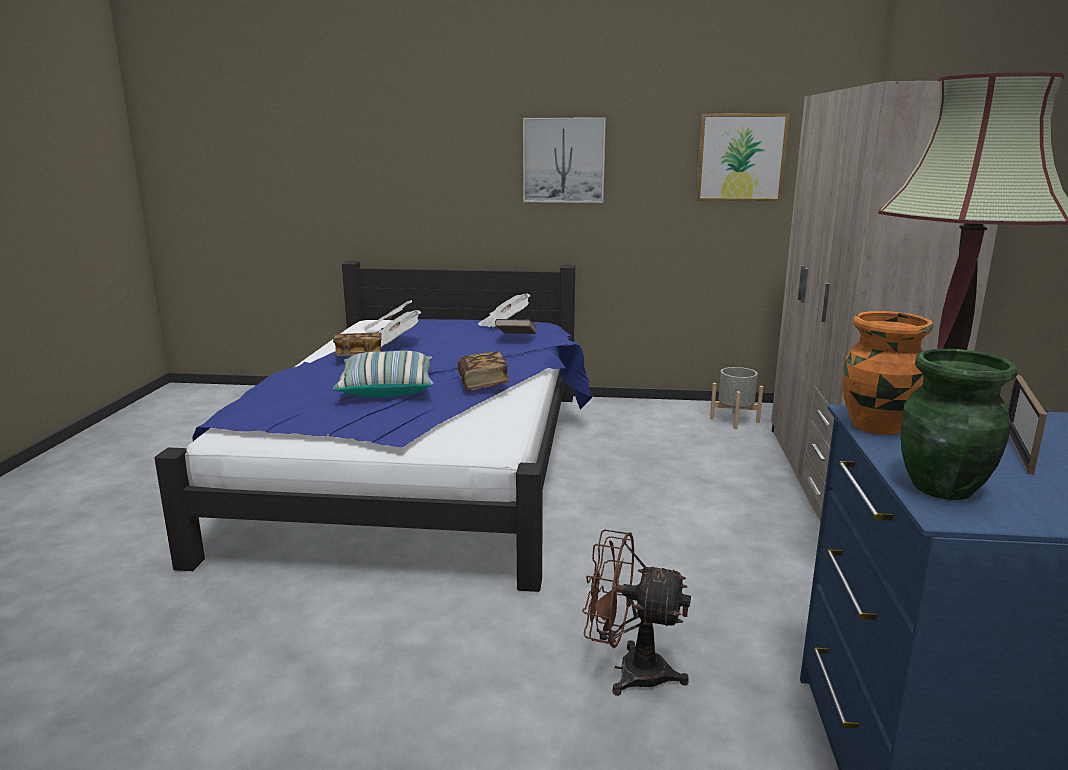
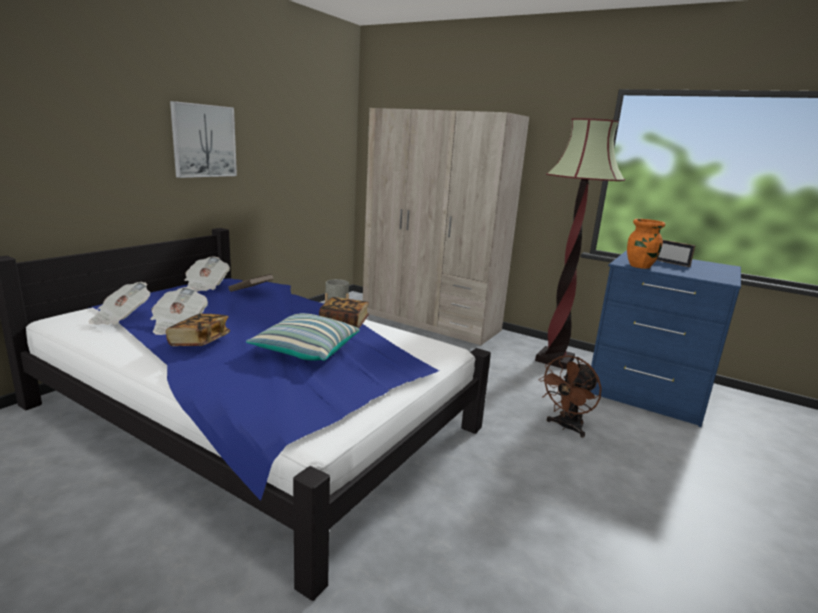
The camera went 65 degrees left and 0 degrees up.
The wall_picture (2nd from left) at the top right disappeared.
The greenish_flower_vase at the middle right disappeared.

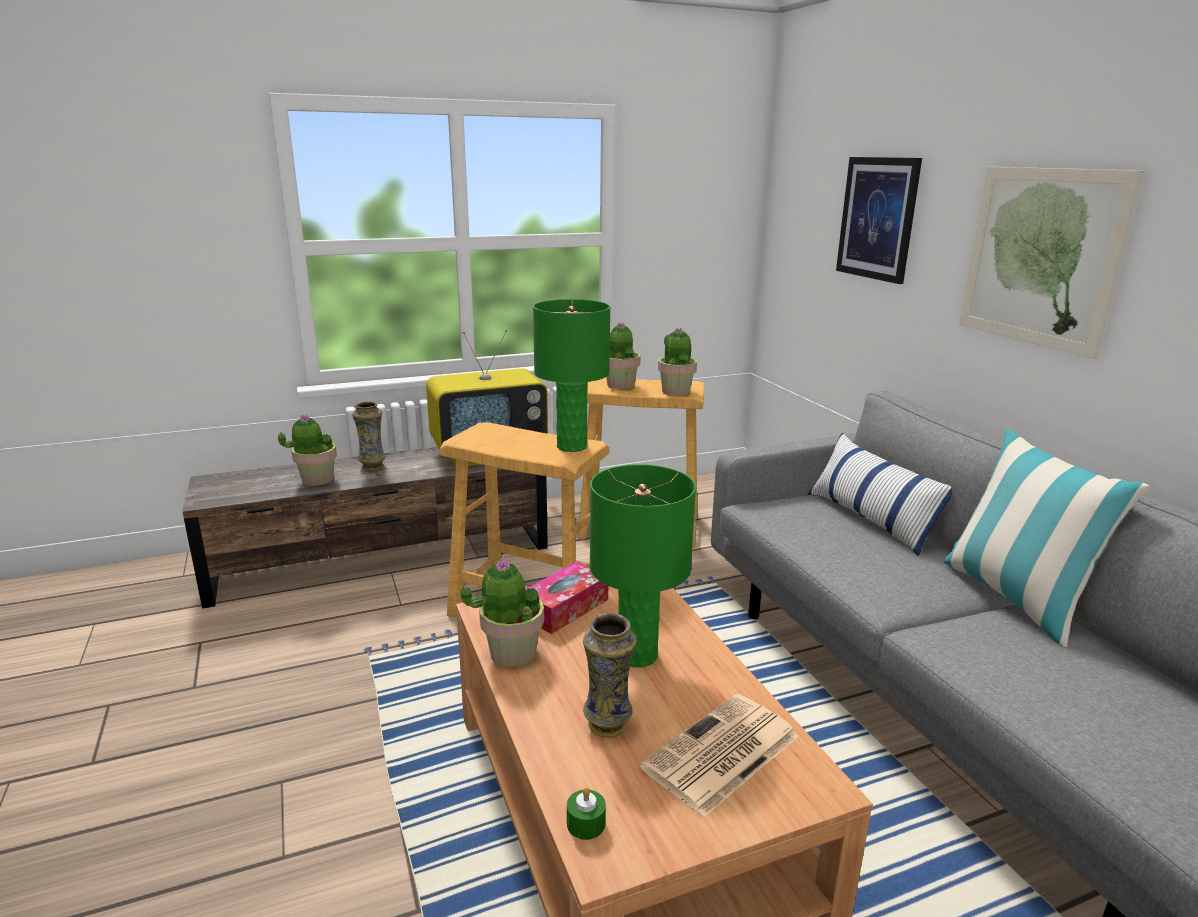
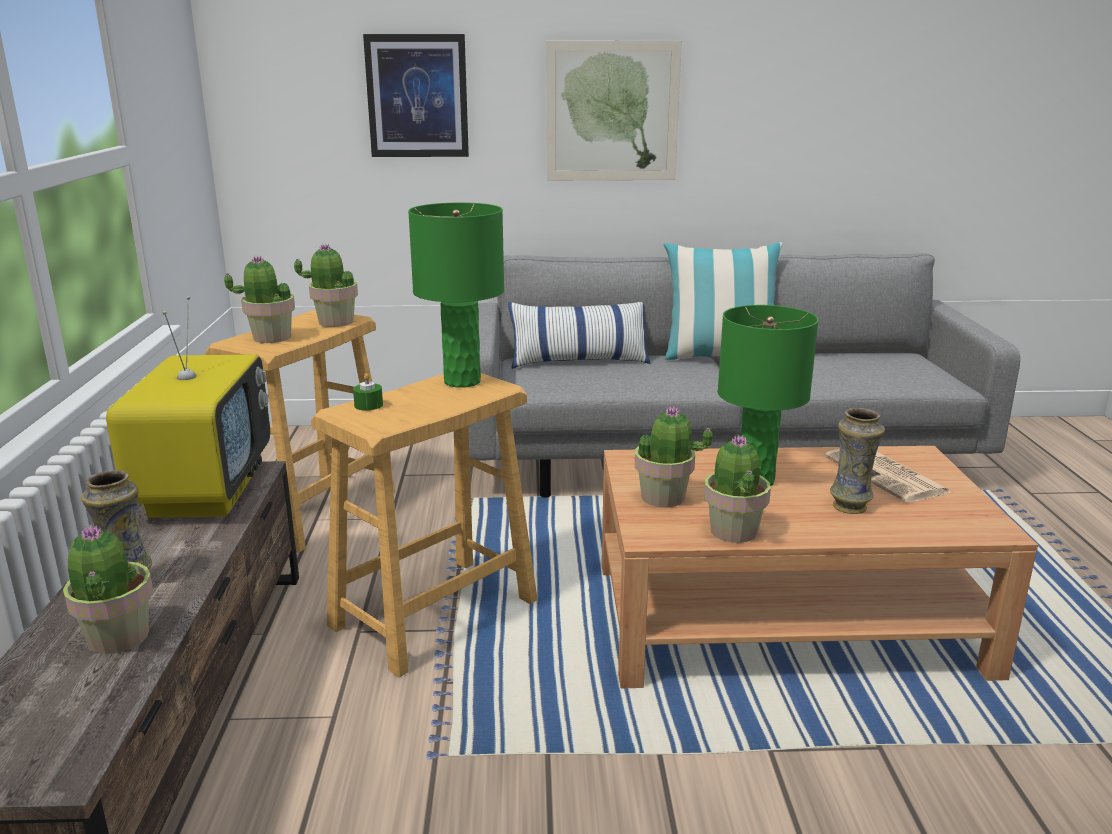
The camera went 70 degrees left and 0 degrees up.
The greenish_wax_candle moved from the bottom centre to the middle left.
The box_of_tissues at the centre was replaced by the potted_plant (4th from left) at the centre.

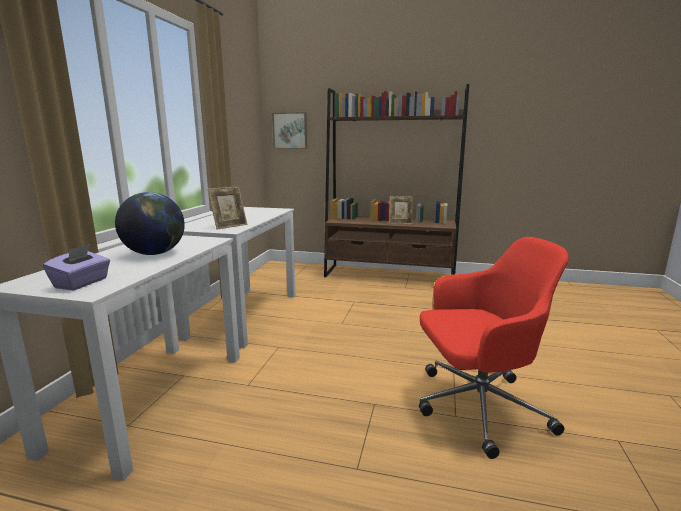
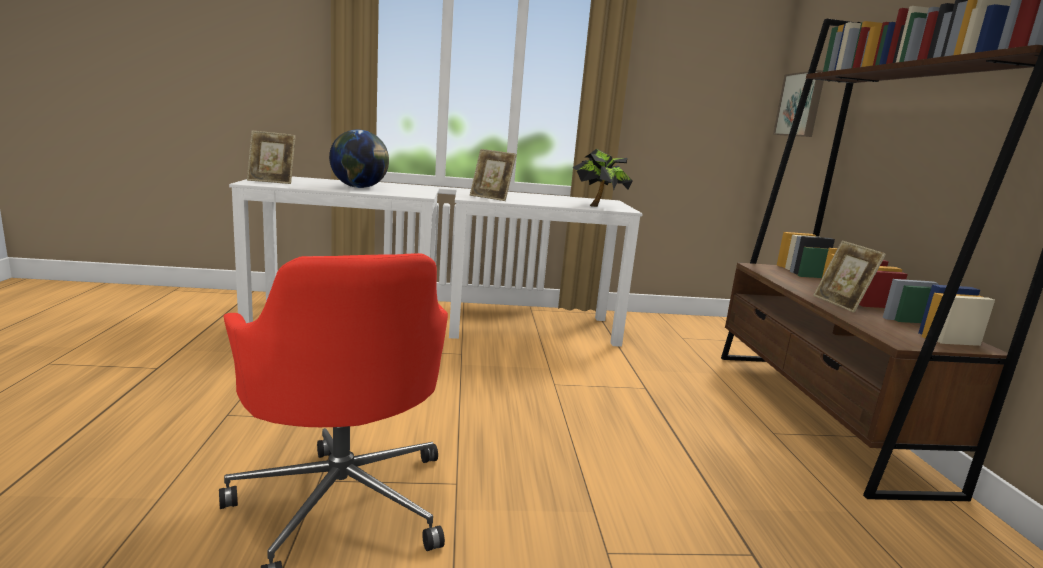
The camera went 70 degrees right and 0 degrees up.
The purple-coloured_box_of_tissues at the middle left was replaced by the photo_frame (1st from left) at the top left.
The potted_plant at the top centre appeared.

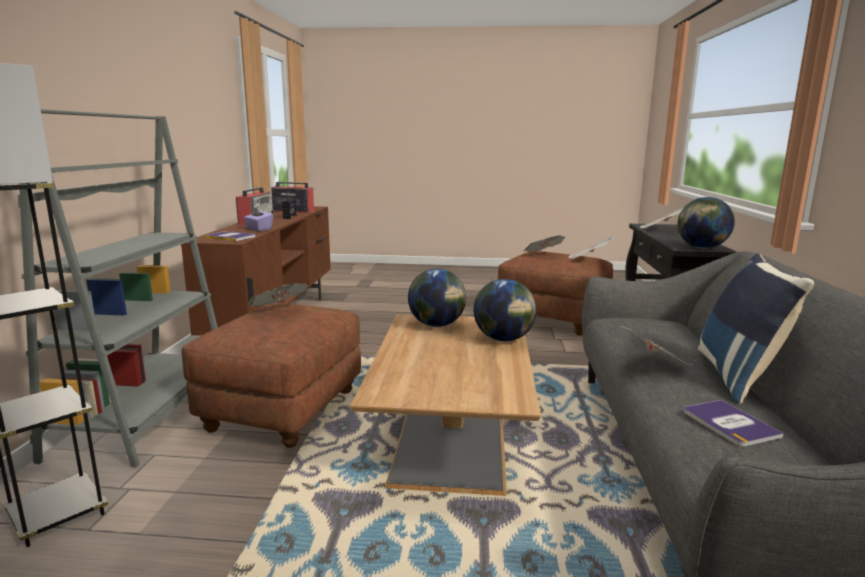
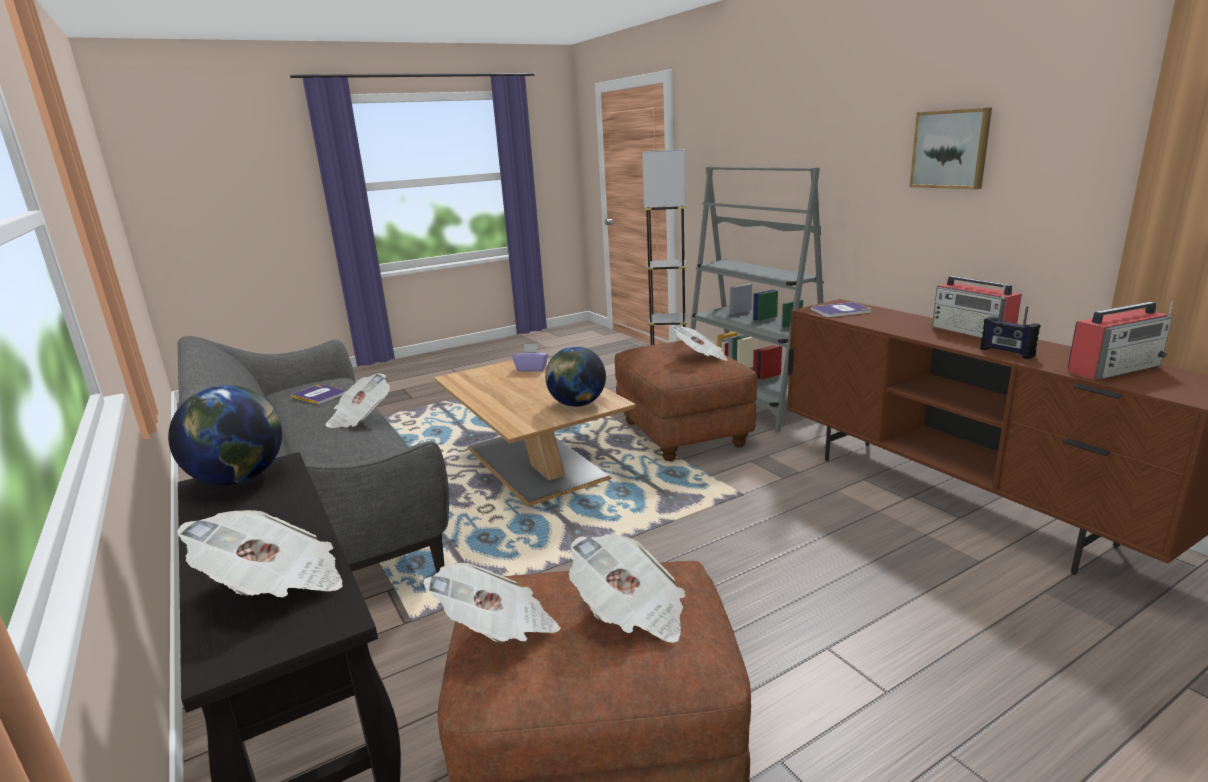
The camera went 145 degrees right and 5 degrees up.
The purple-coloured_box_of_tissues moved from the middle left to the centre.
The wall_picture at the top right appeared.
The world_globe (2nd from left) at the centre disappeared.
The bluish_throw_pillow at the middle right disappeared.

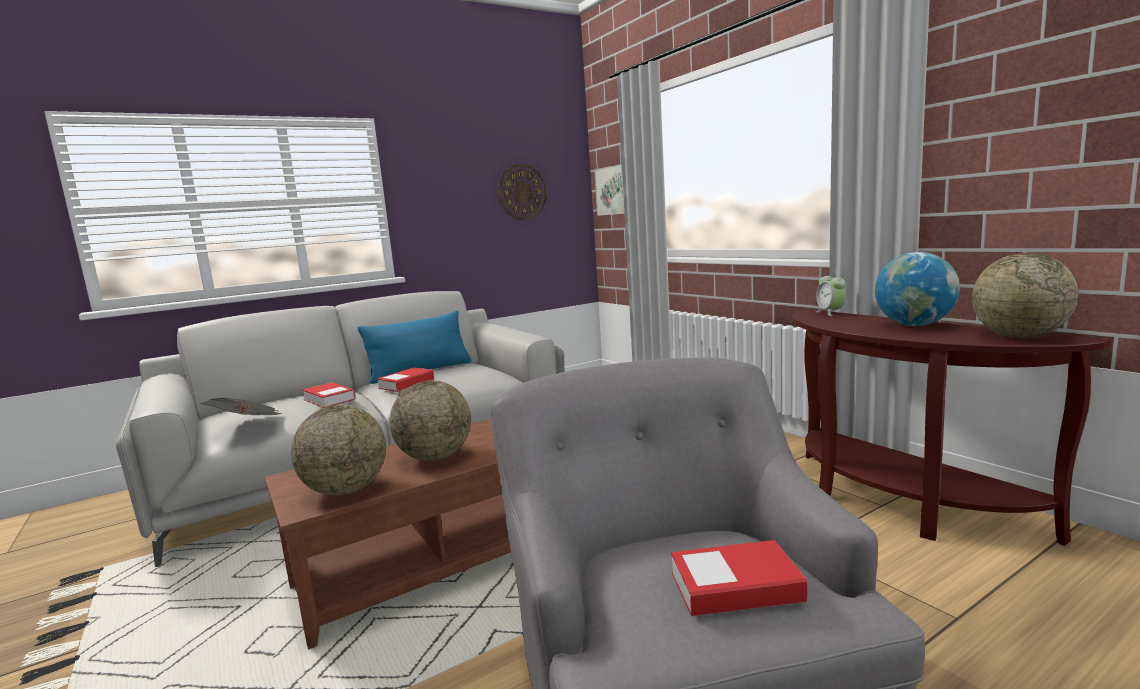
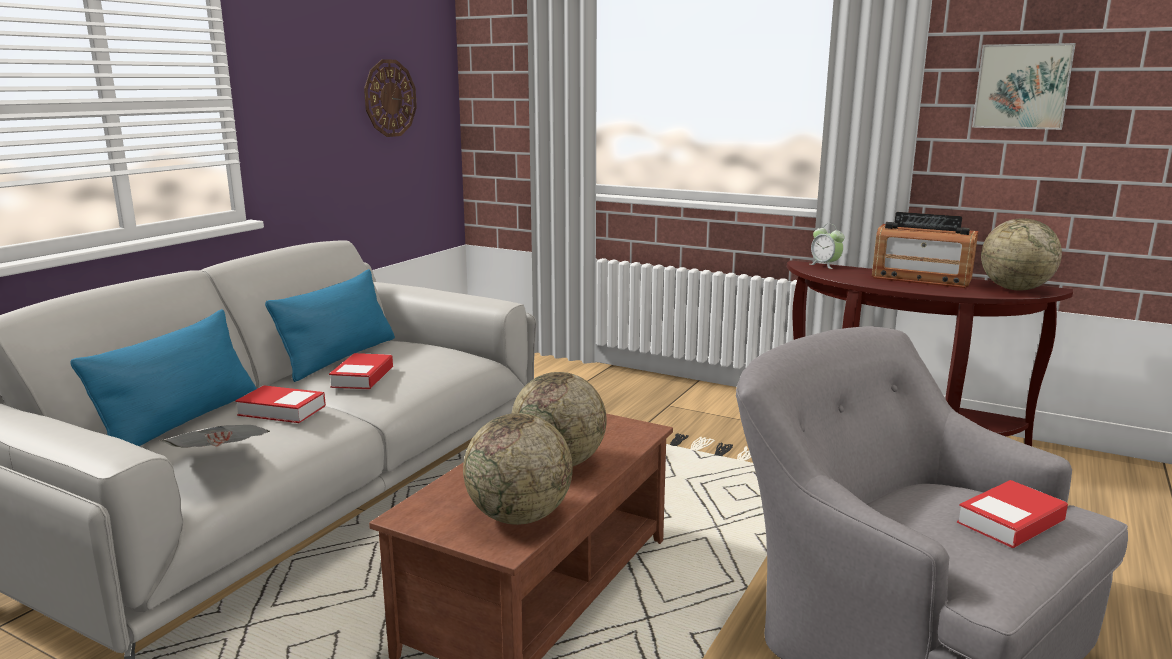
The camera went 30 degrees left and 5 degrees up.
The bluish_throw_pillow (1st from left) at the middle left appeared.
The world_globe (3rd from left) at the middle right was replaced by the radio_set at the middle right.
The wall_picture moved from the top centre to the top right.

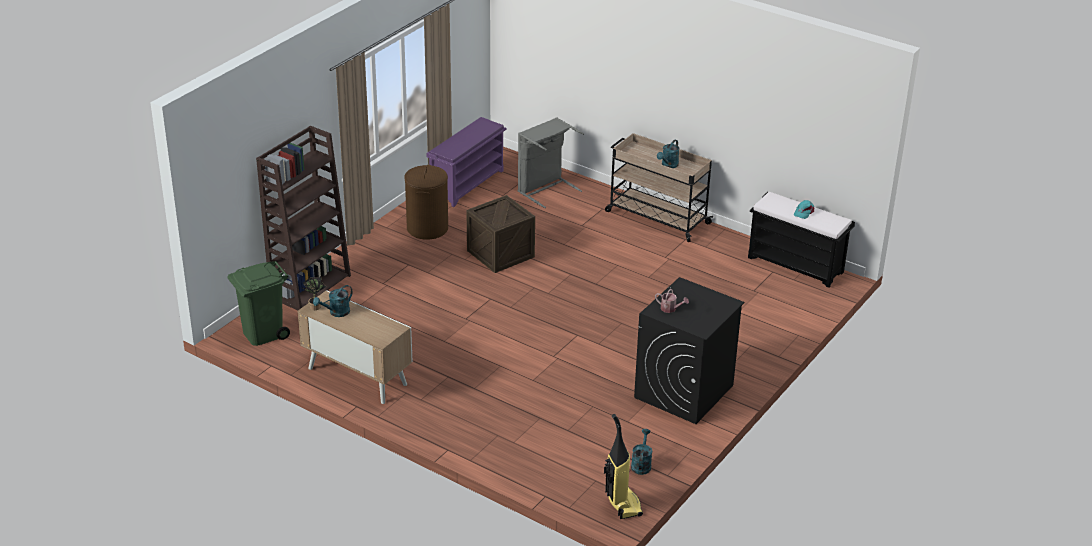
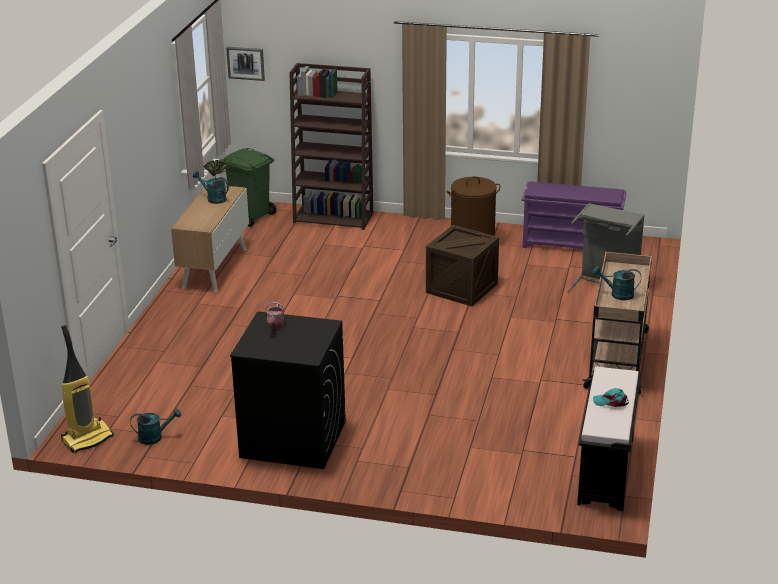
The camera went 70 degrees right and 5 degrees down.
The wall_picture at the top left appeared.

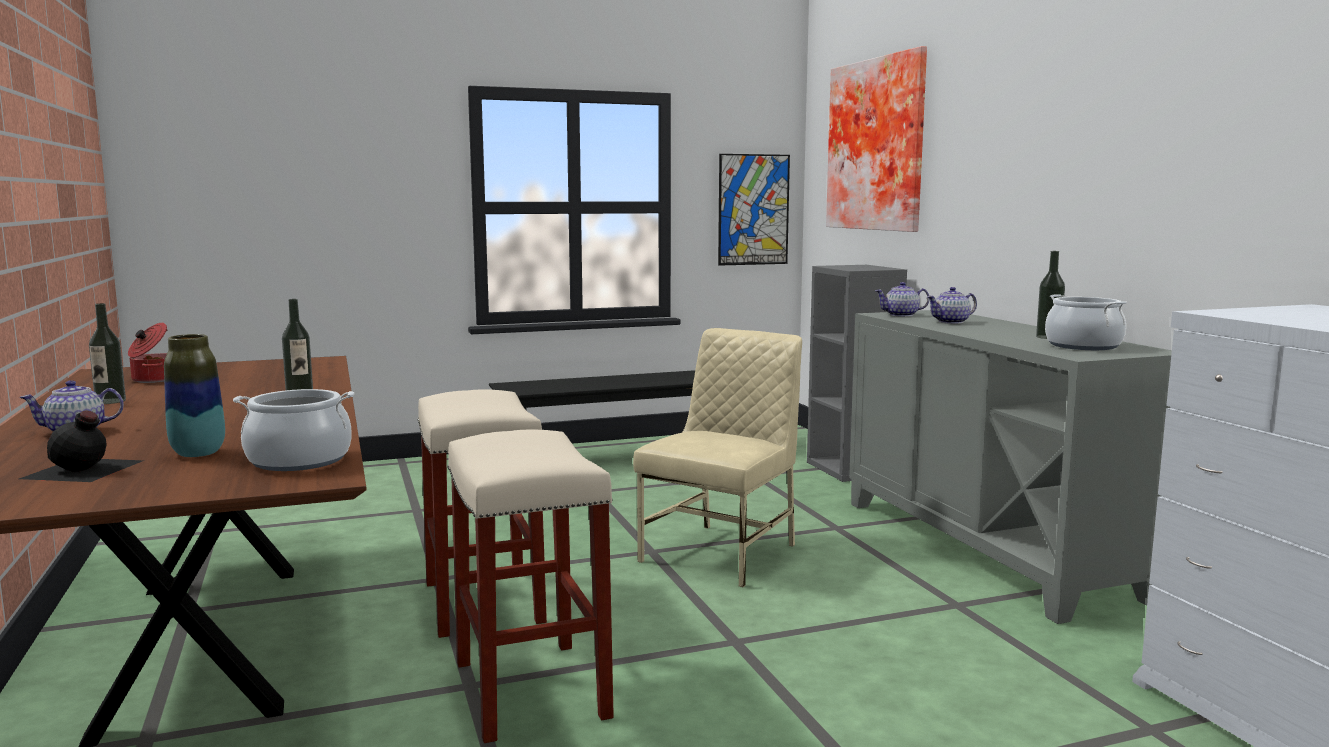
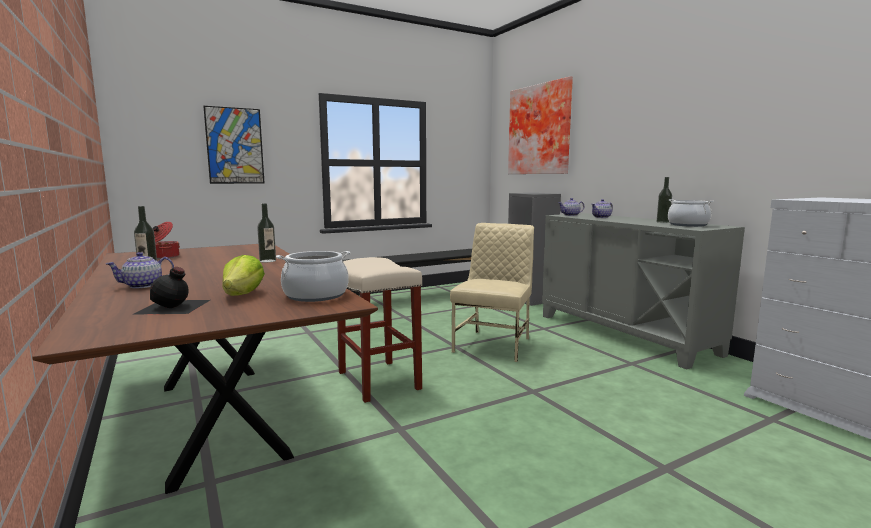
The camera went 10 degrees left and 0 degrees up.
The wall_picture (1st from left) moved from the top centre to the top left.
The flower_vase at the middle left was replaced by the lettuce at the middle left.
The beige_stool_seat (2nd from left) at the bottom centre disappeared.

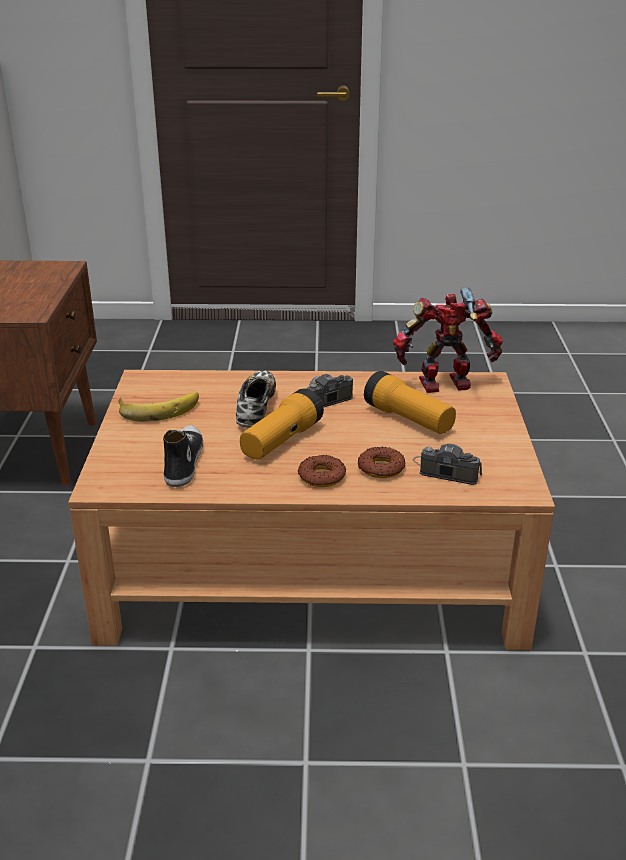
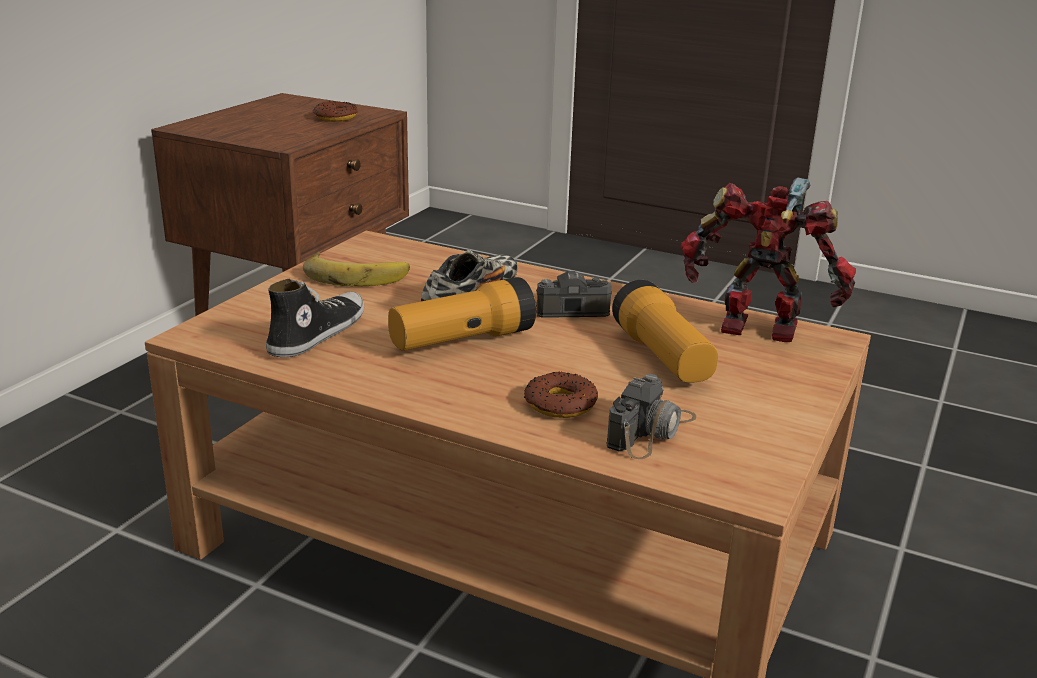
The camera went 25 degrees right and 5 degrees down.
The donut (1st from left) moved from the centre to the top left.
The photo_camera (2nd from left) at the middle right turned 75 degrees clockwise.

